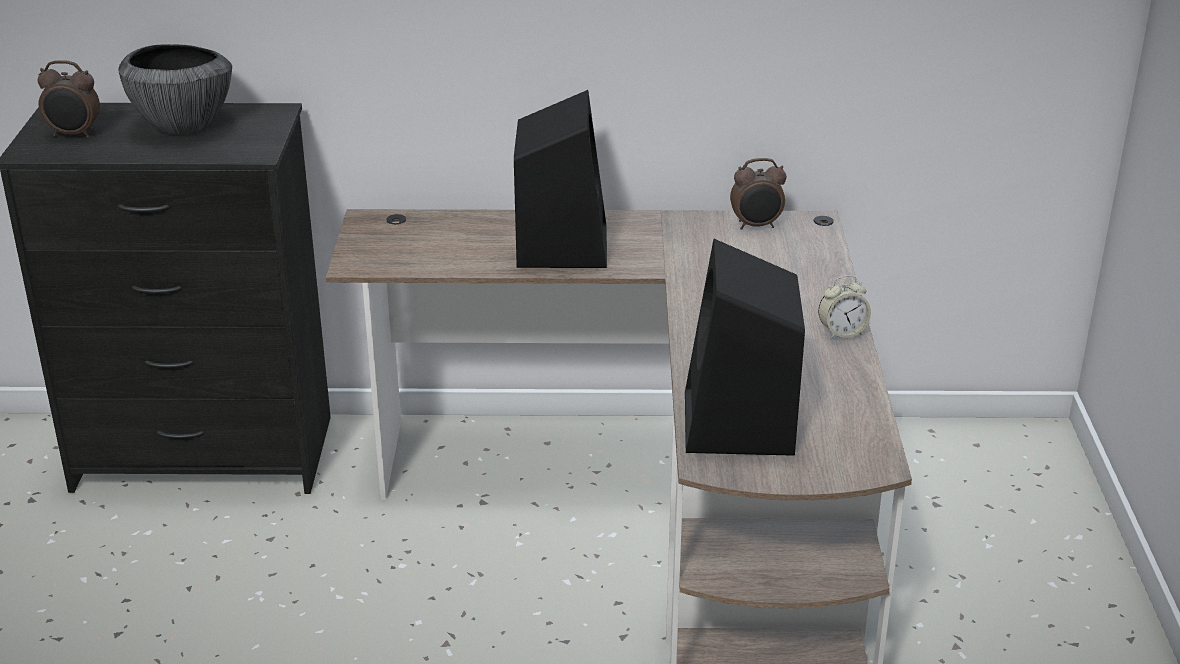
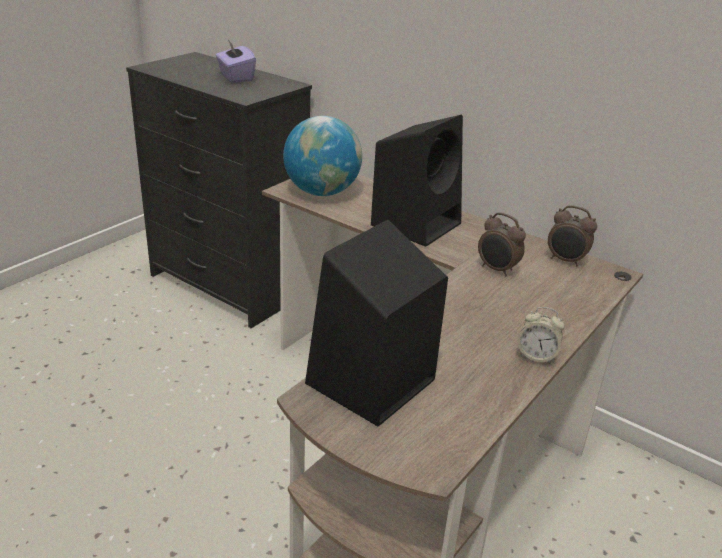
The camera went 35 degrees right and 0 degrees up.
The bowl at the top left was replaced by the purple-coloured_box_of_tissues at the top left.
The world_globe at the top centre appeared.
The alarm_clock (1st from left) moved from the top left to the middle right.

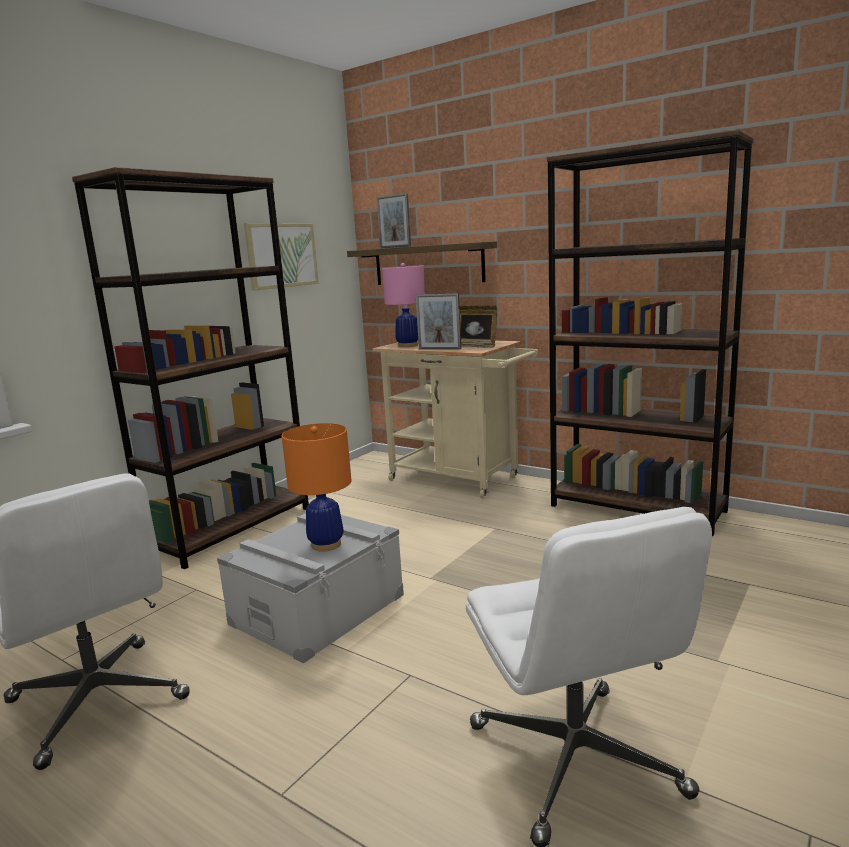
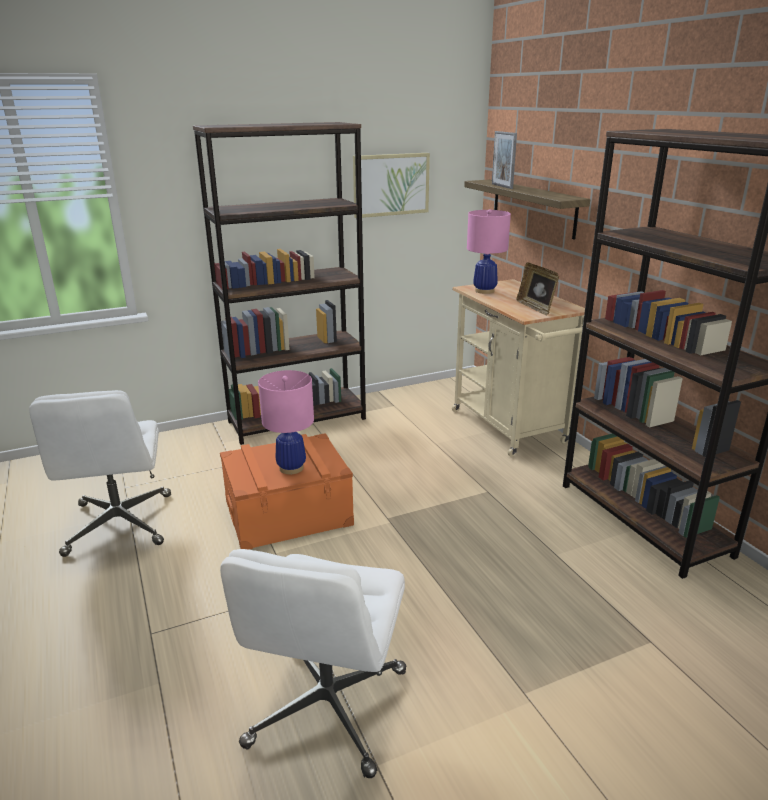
The camera went 30 degrees right and 10 degrees up.
The greyish_storage_container at the bottom centre became the orange_storage_container at the centre.
The orange_tabletop_lamp at the centre became the pink-coloured_tabletop_lamp (1st from left) at the centre.
The photo_frame (2nd from left) at the centre disappeared.

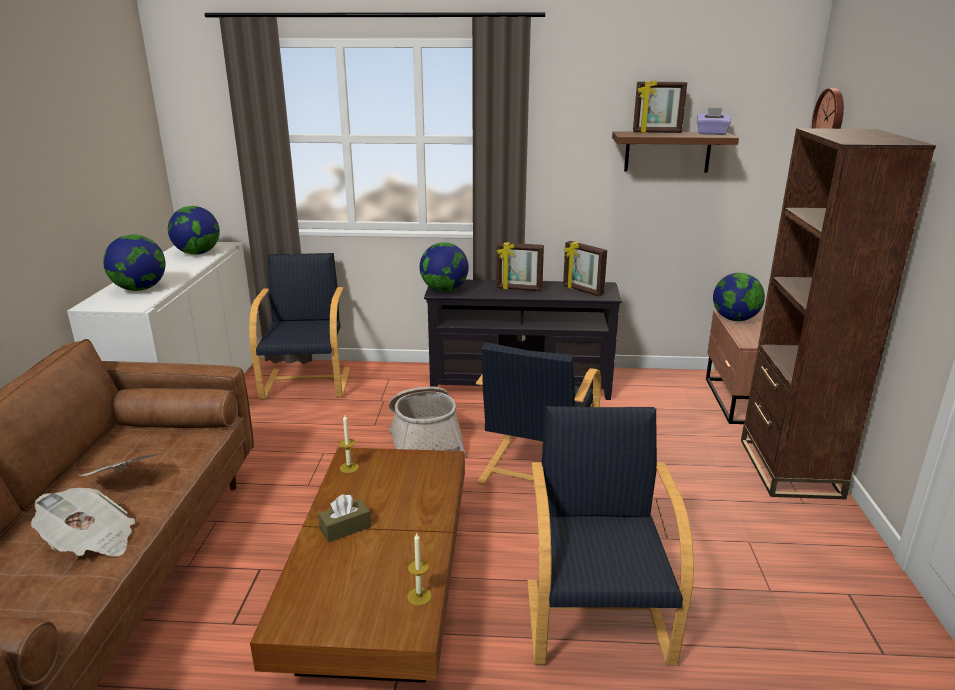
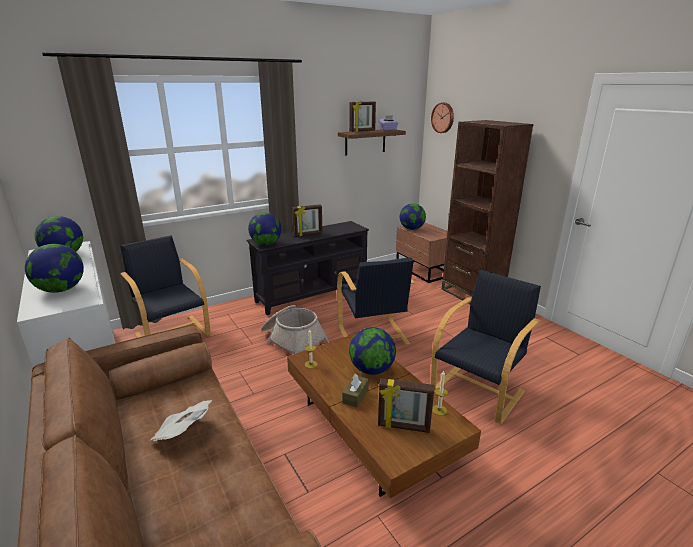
The camera went 35 degrees left and 0 degrees up.
The world_globe (4th from left) at the centre appeared.
The photo_frame (2nd from left in the first image) moved from the centre to the bottom centre.
The black-coloured_lounge_chair (3rd from left) at the bottom centre turned 75 degrees clockwise.
The newspaper (1st from left) at the bottom left disappeared.

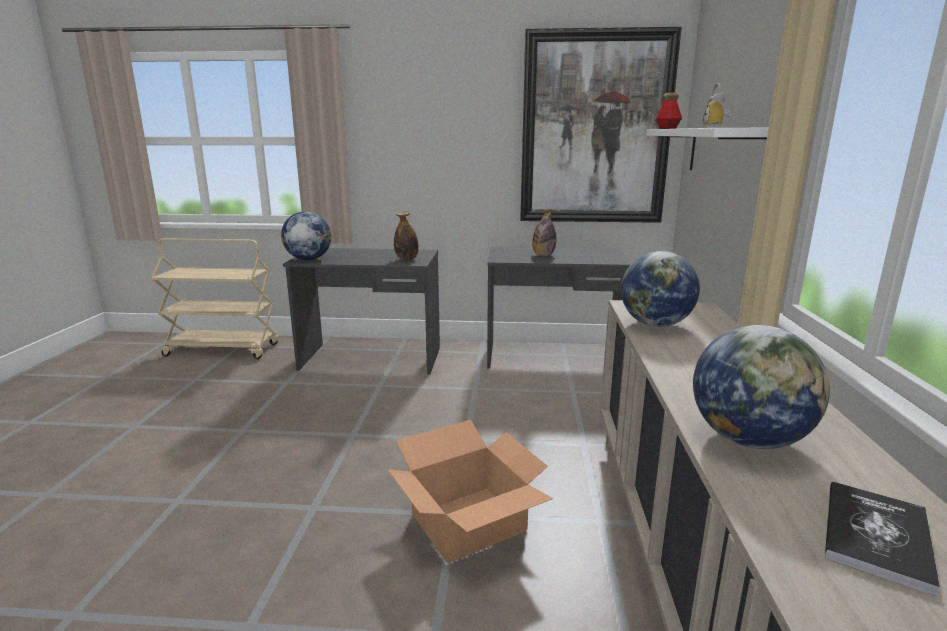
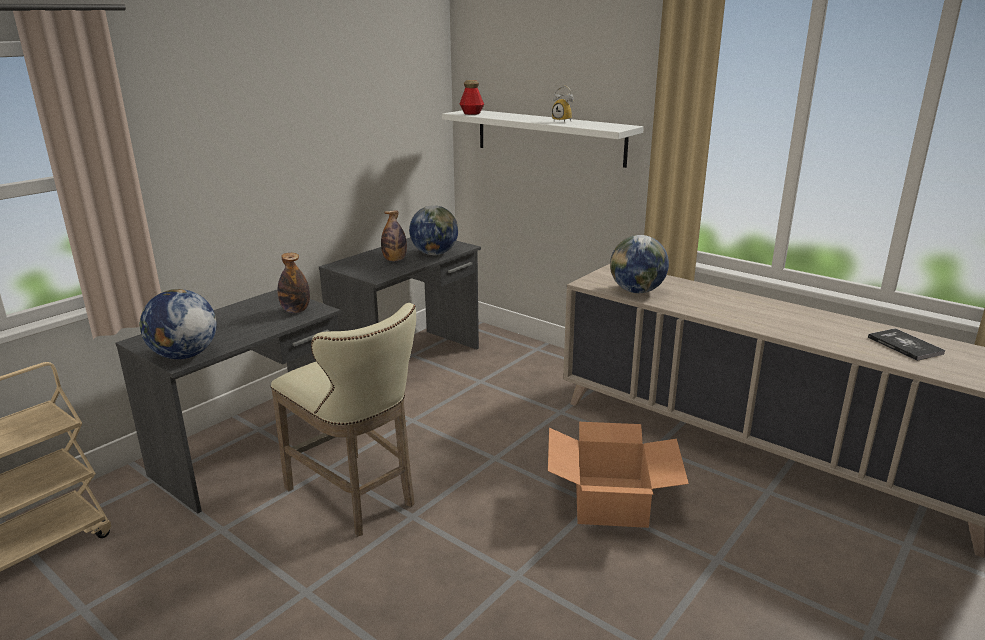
The camera went 55 degrees left and 5 degrees up.
The beige_stool_seat at the centre appeared.
The world_globe (3rd from left in the first image) moved from the middle right to the centre.
The wall_picture at the top centre disappeared.

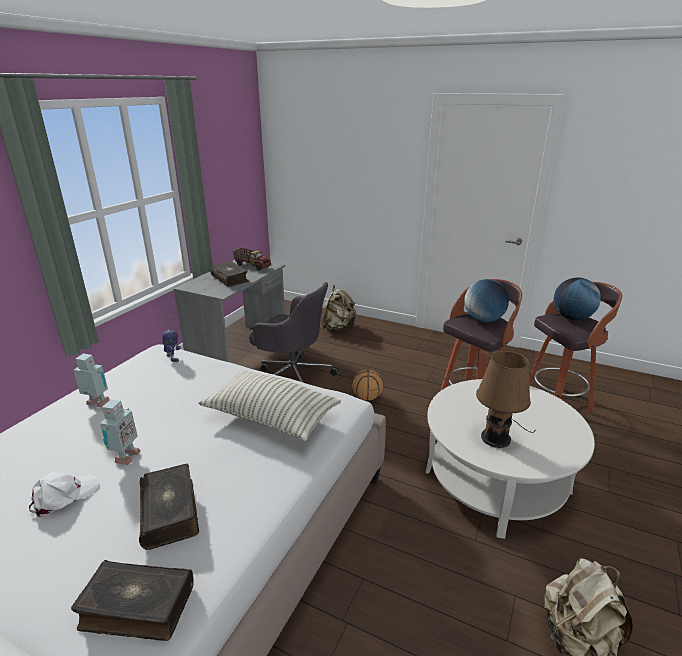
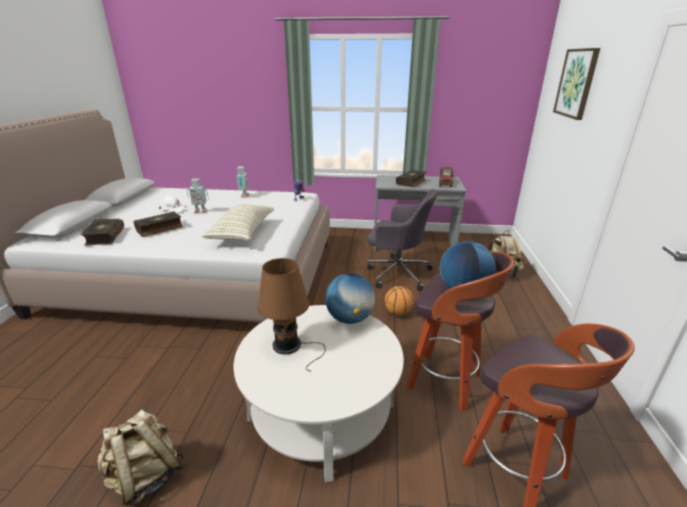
The camera went 70 degrees right and 0 degrees up.
The world_globe (2nd from left in the first image) moved from the middle right to the centre.
The greyish_desk_chair at the centre turned 75 degrees counterclockwise.
The wall_picture at the top right appeared.

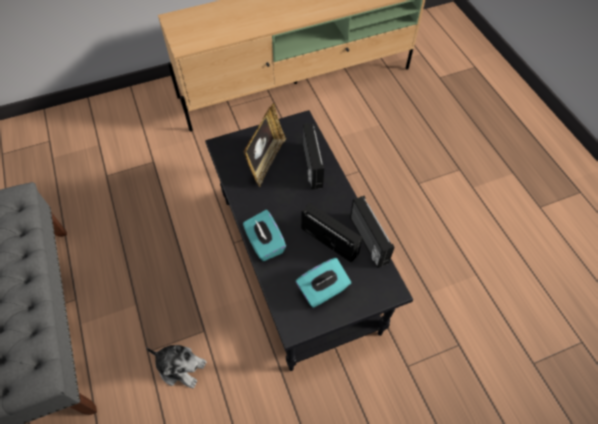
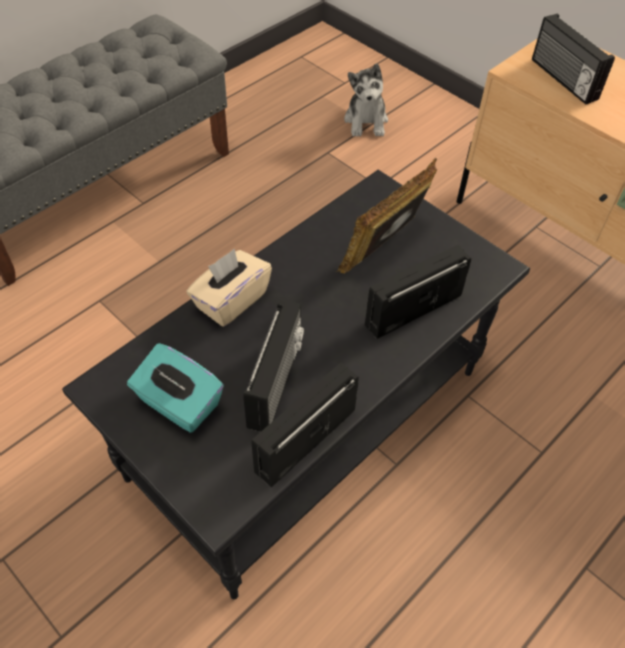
The camera went 65 degrees right and 5 degrees down.
The turquoise_box_of_tissues (1st from left) at the centre became the beige_box_of_tissues at the centre.
The photo_frame at the centre turned 135 degrees clockwise.
The plush_toy moved from the bottom left to the top centre.
The radio_set (4th from left) at the top right appeared.

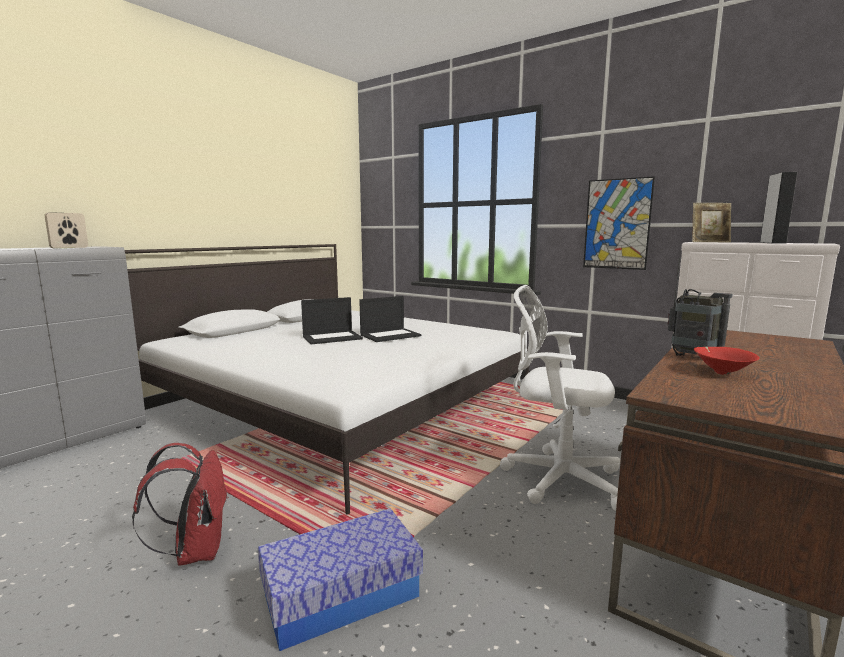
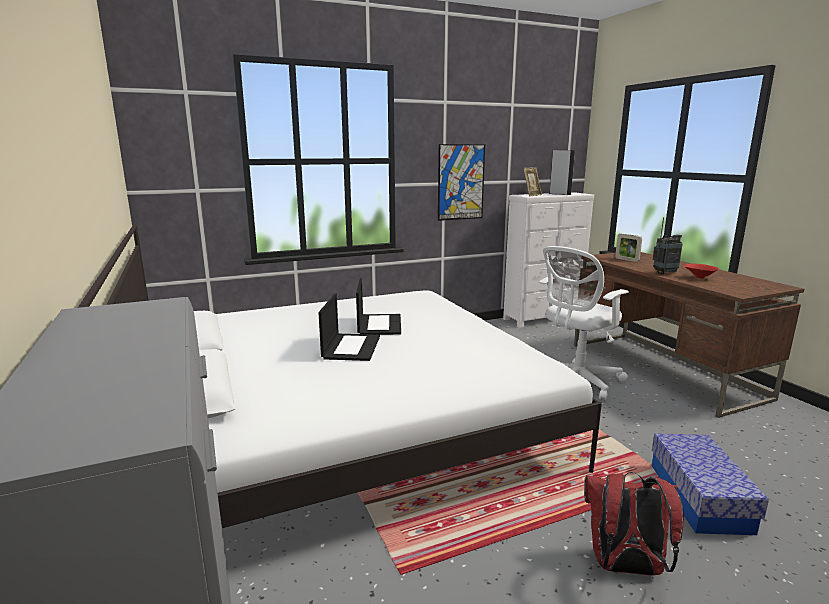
The camera went 60 degrees left and 5 degrees up.
The photo_frame (1st from left in the first image) moved from the middle left to the middle right.

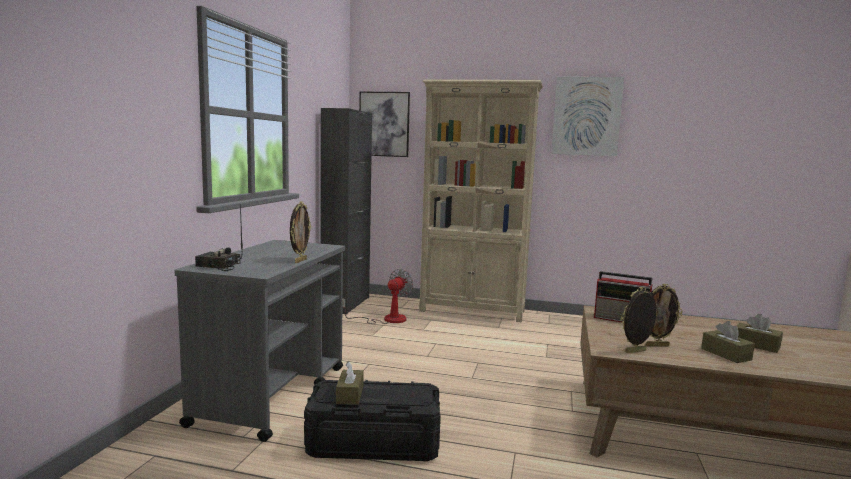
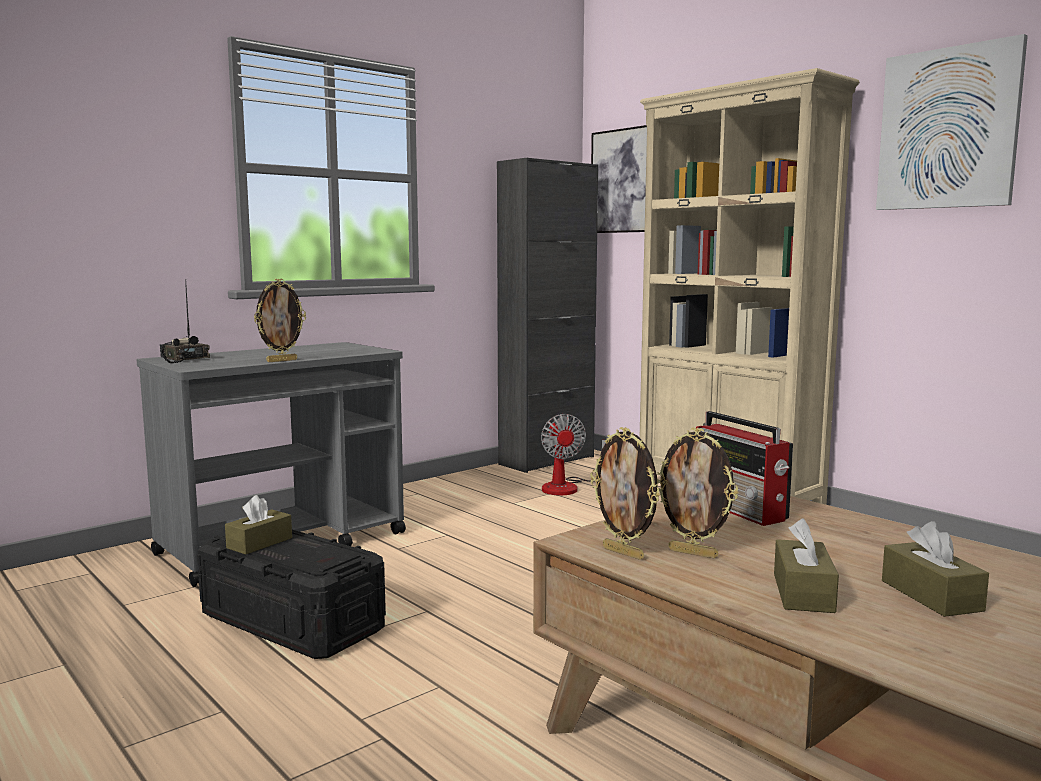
The camera went 35 degrees right and 0 degrees up.
The electric_fan at the centre turned 105 degrees clockwise.
The photo_frame (2nd from left) at the bottom right turned 150 degrees counterclockwise.

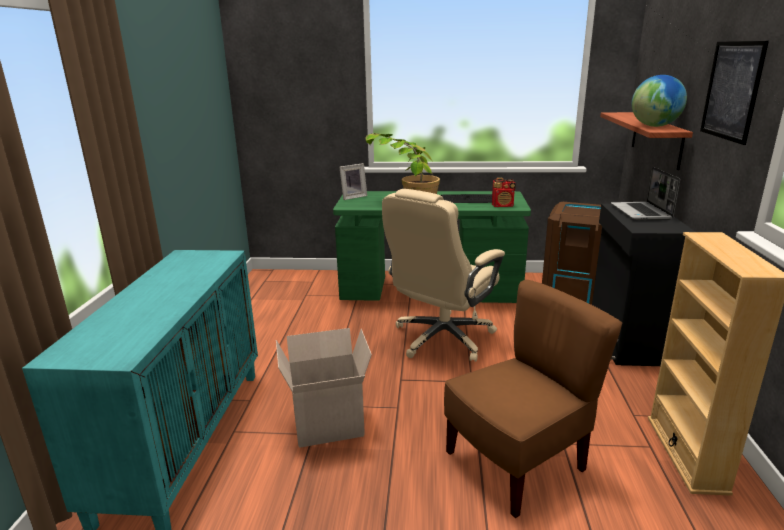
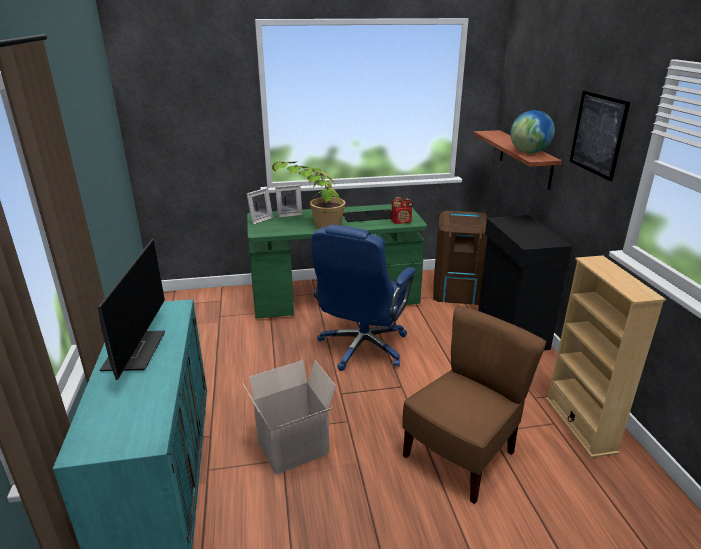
The camera went 15 degrees left and 5 degrees up.
The computer_display at the middle left appeared.
The photo_frame (2nd from left) at the centre appeared.
The beige_desk_chair at the centre became the bluish_desk_chair at the centre.
The laptop at the middle right disappeared.

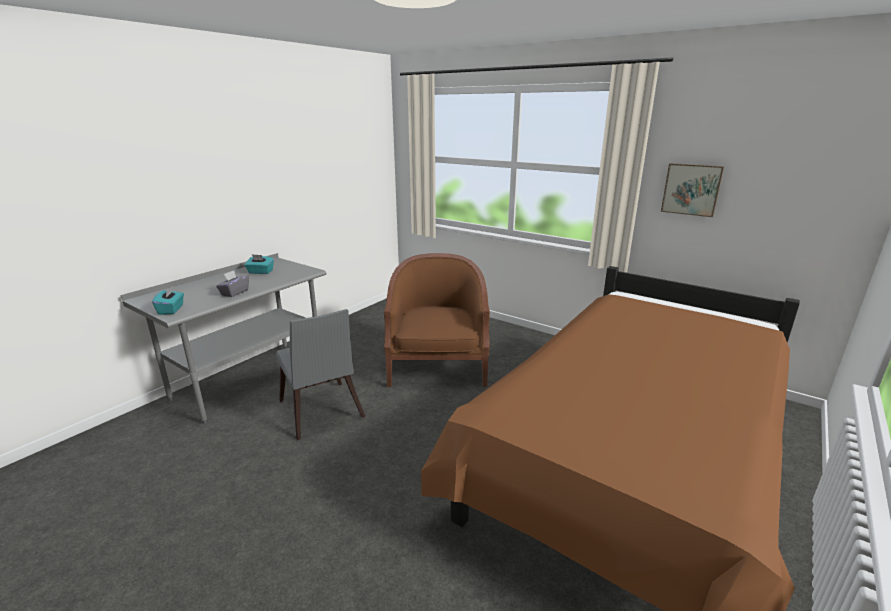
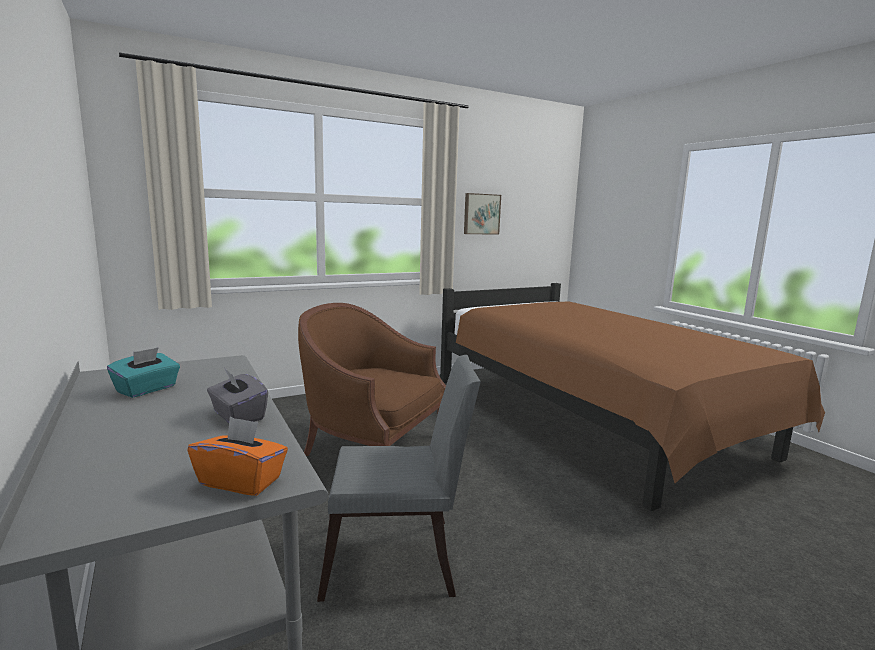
The camera went 65 degrees left and 10 degrees down.
The turquoise_box_of_tissues (1st from left) at the middle left became the orange_box_of_tissues at the bottom left.

